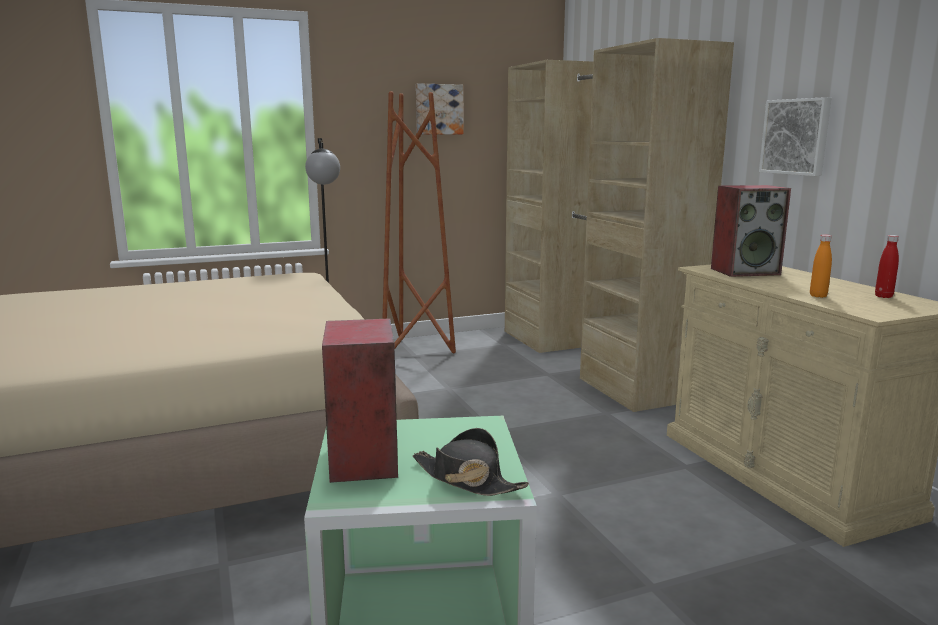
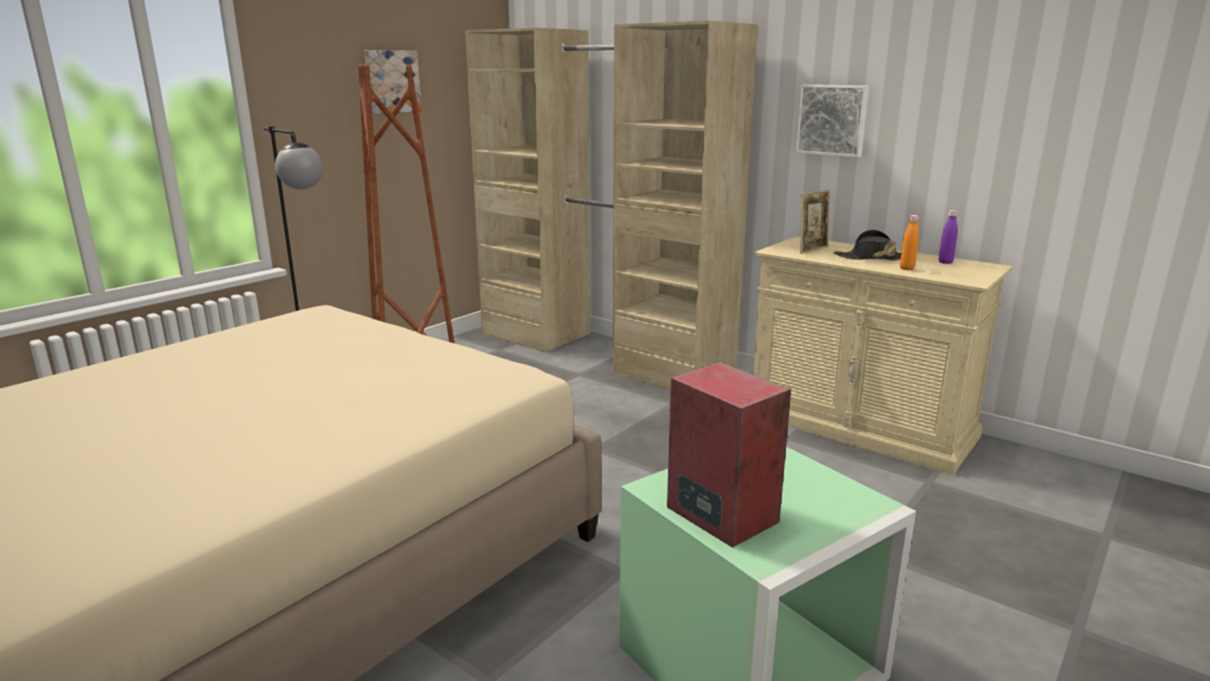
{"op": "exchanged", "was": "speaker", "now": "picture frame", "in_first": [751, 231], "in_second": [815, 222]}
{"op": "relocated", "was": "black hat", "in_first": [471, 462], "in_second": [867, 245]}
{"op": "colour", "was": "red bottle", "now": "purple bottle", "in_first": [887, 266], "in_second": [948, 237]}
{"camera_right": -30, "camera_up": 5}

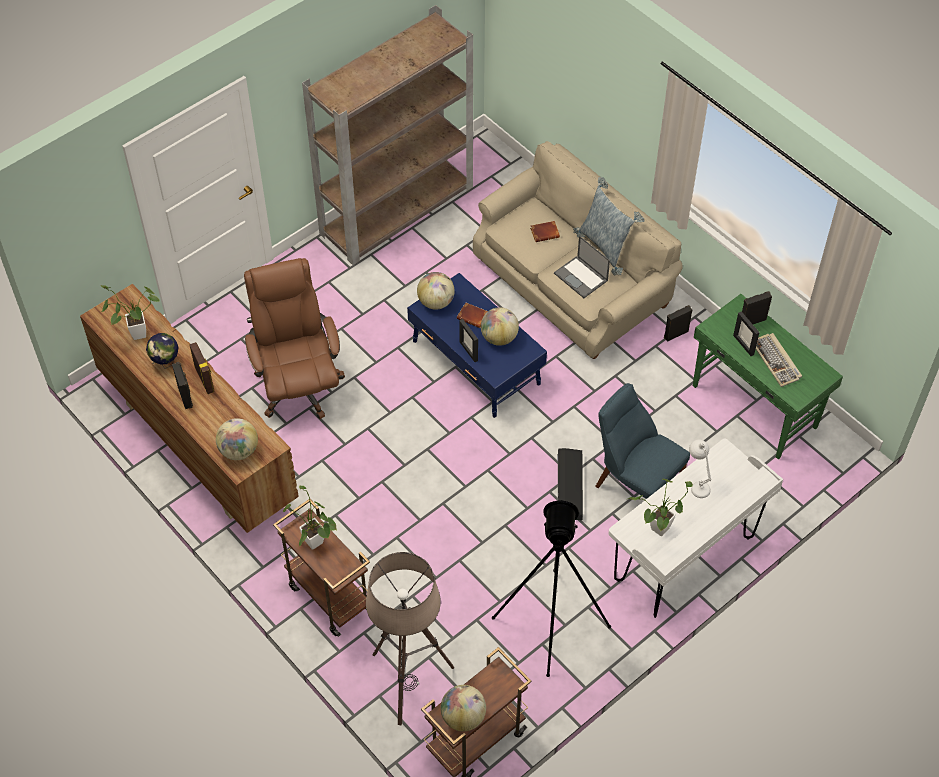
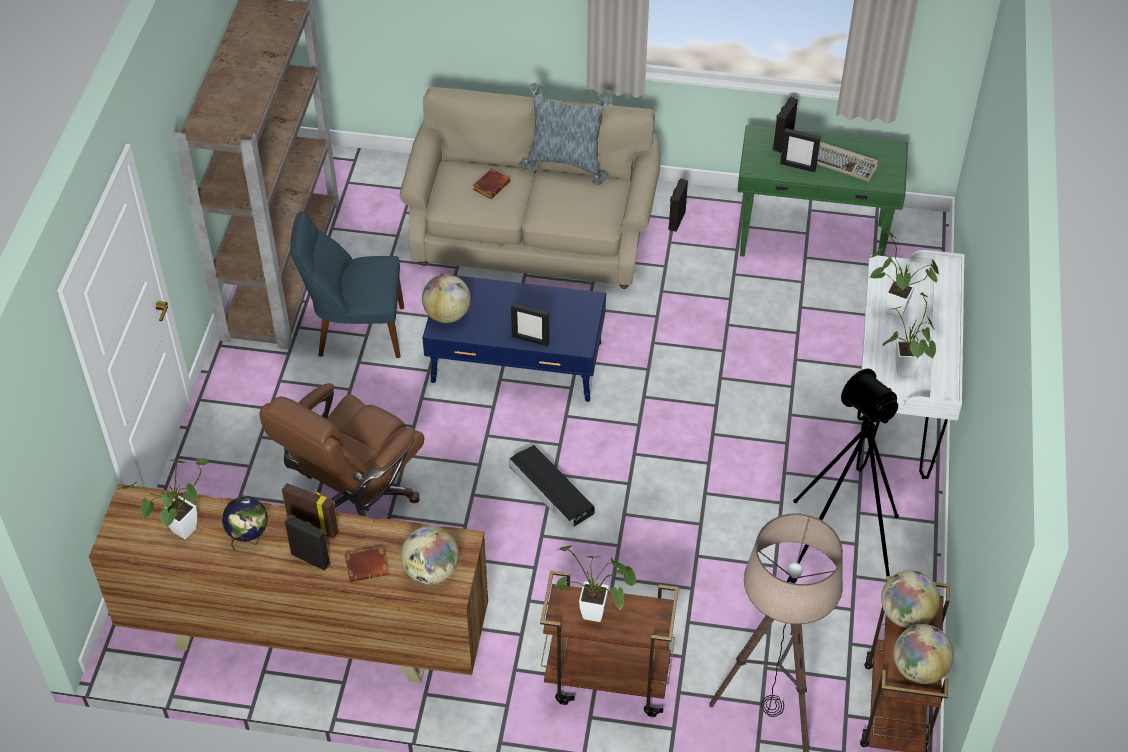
{"op": "spun", "was": "brown office chair", "in_first": [294, 338], "in_second": [342, 450], "clockwise": -90}
{"op": "relocated", "was": "blue chair", "in_first": [643, 441], "in_second": [347, 285]}
{"op": "relocated", "was": "brown book", "in_first": [472, 315], "in_second": [366, 564]}
{"op": "relocated", "was": "black storage box", "in_first": [570, 484], "in_second": [552, 486]}
{"op": "exchanged", "was": "white table lamp", "now": "potted plant", "in_first": [700, 469], "in_second": [904, 274]}
{"op": "relocated", "was": "globe", "in_first": [500, 326], "in_second": [910, 599]}
{"op": "missing", "was": "laptop", "in_first": [582, 267]}
{"camera_right": -40, "camera_up": -5}

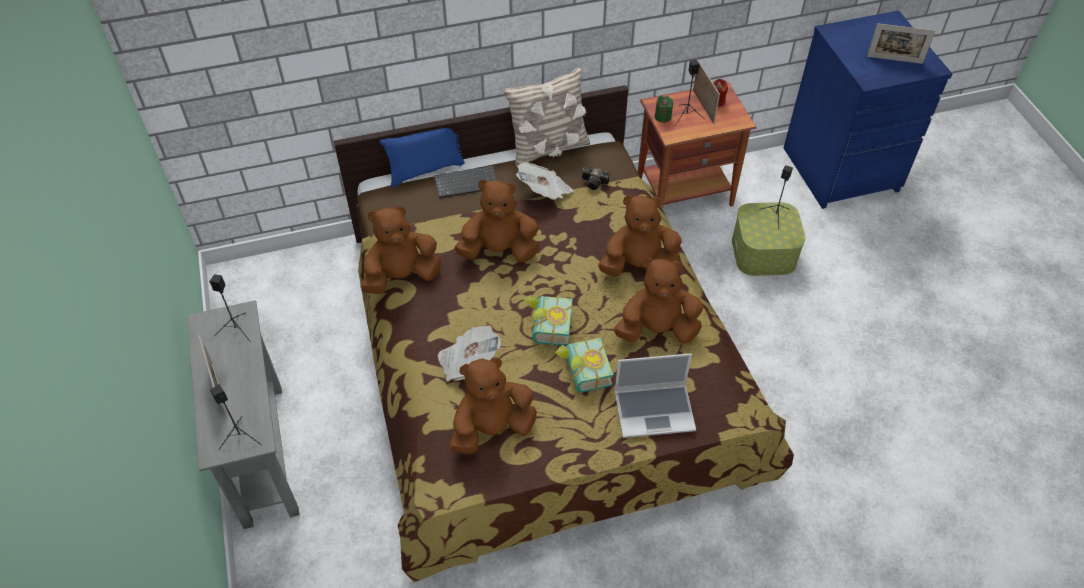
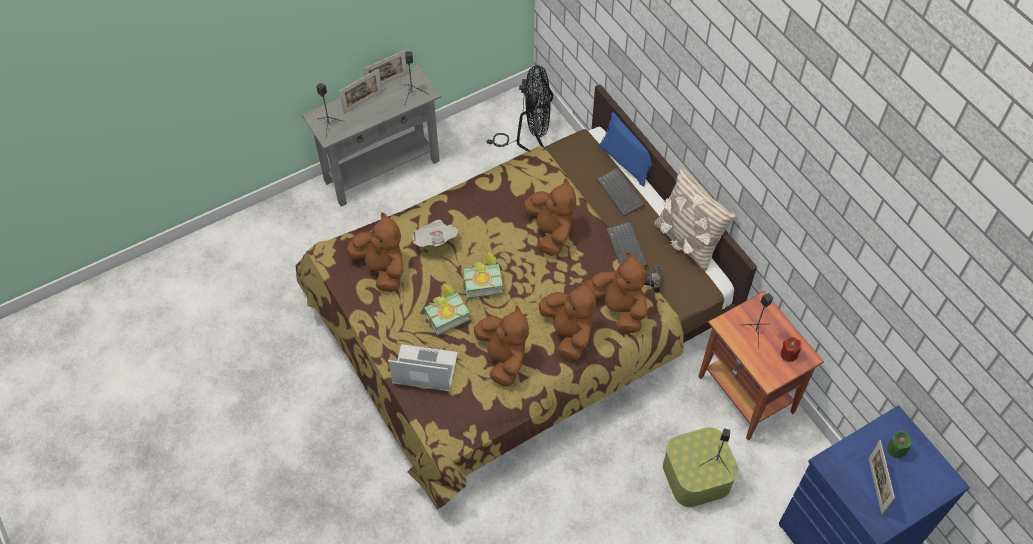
{"op": "relocated", "was": "picture frame", "in_first": [706, 92], "in_second": [385, 68]}
{"op": "spun", "was": "laptop", "in_first": [655, 395], "in_second": [423, 367], "clockwise": 120}
{"op": "appeared", "now": "black fan", "in_second": [519, 108]}
{"op": "relocated", "was": "brown plush toy", "in_first": [400, 249], "in_second": [617, 293]}
{"op": "exchanged", "was": "newspaper", "now": "keyboard", "in_first": [545, 181], "in_second": [627, 244]}
{"op": "relocated", "was": "green candle", "in_first": [664, 109], "in_second": [899, 444]}
{"camera_right": 75, "camera_up": 5}

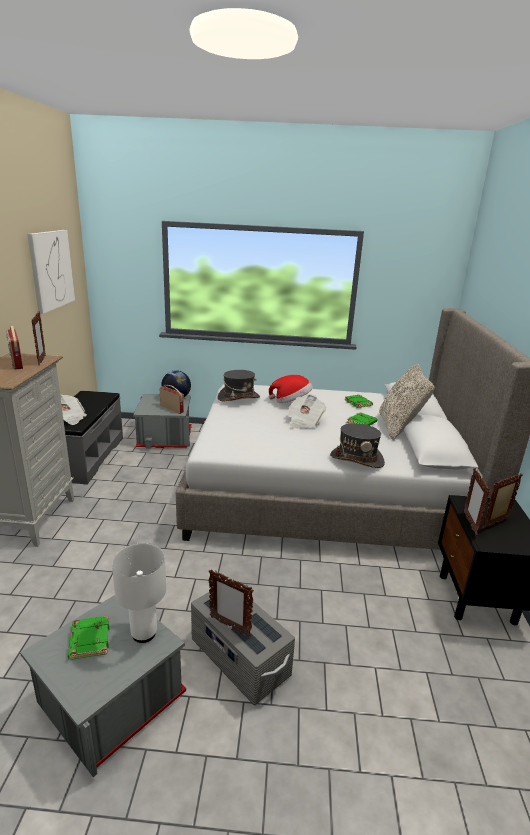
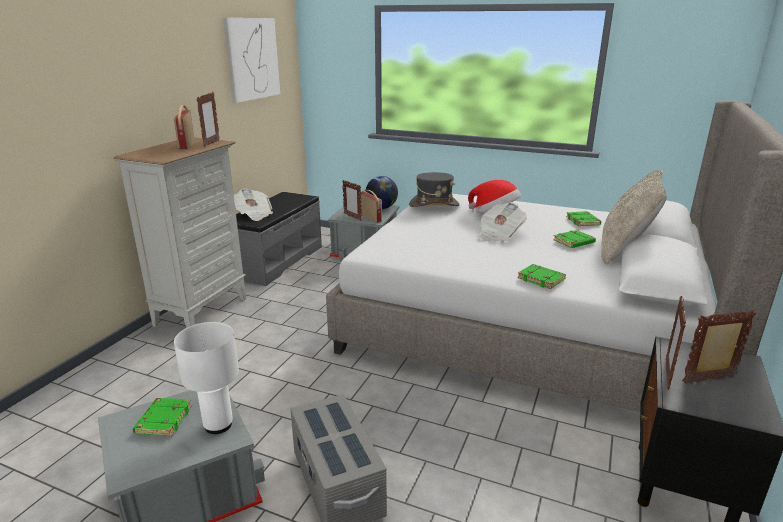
{"op": "relocated", "was": "picture frame", "in_first": [231, 603], "in_second": [352, 200]}
{"op": "exchanged", "was": "grey hat", "now": "green book", "in_first": [357, 445], "in_second": [541, 276]}
{"camera_right": 20, "camera_up": 0}

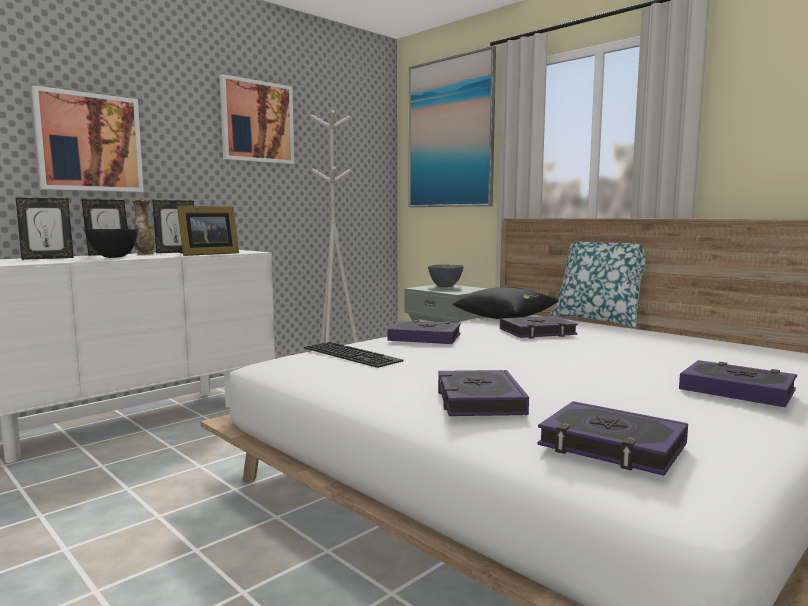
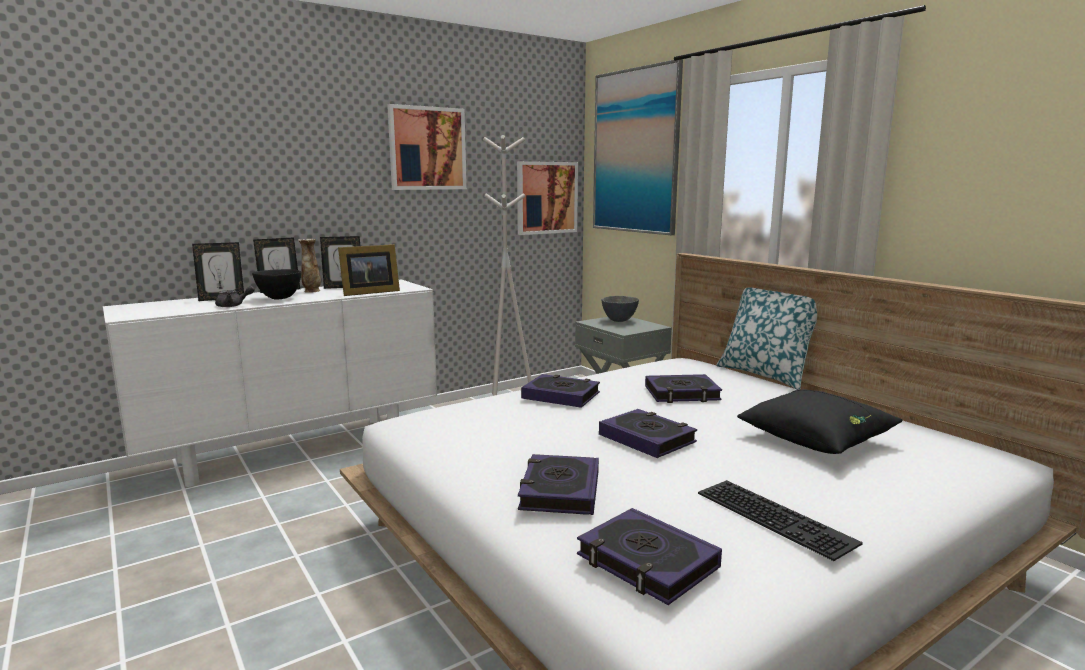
{"op": "appeared", "now": "grey teapot", "in_second": [235, 296]}
{"op": "relocated", "was": "picture", "in_first": [87, 138], "in_second": [547, 198]}
{"op": "relocated", "was": "book", "in_first": [738, 383], "in_second": [648, 433]}
{"op": "relocated", "was": "keyboard", "in_first": [354, 355], "in_second": [780, 520]}
{"op": "relocated", "was": "black pillow", "in_first": [506, 303], "in_second": [819, 421]}
{"camera_right": 10, "camera_up": 5}

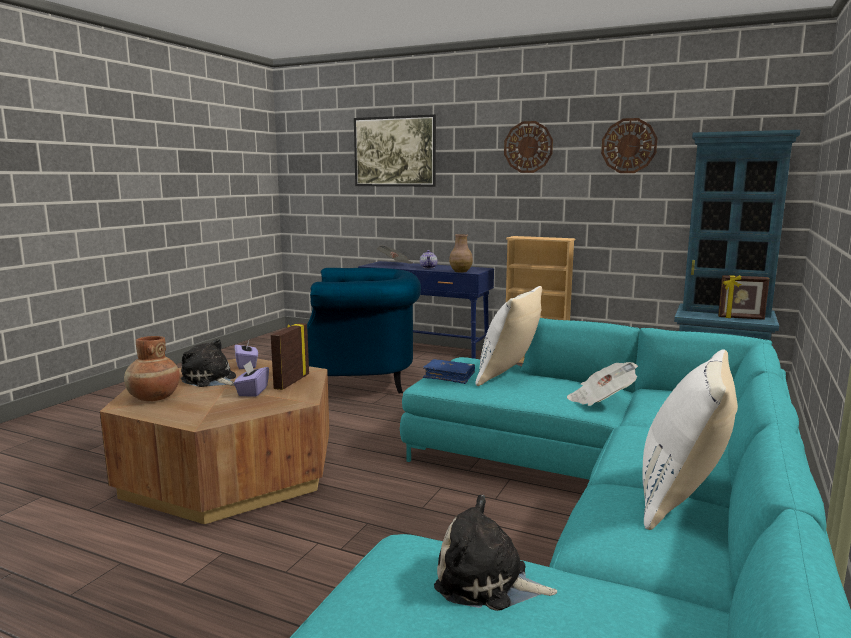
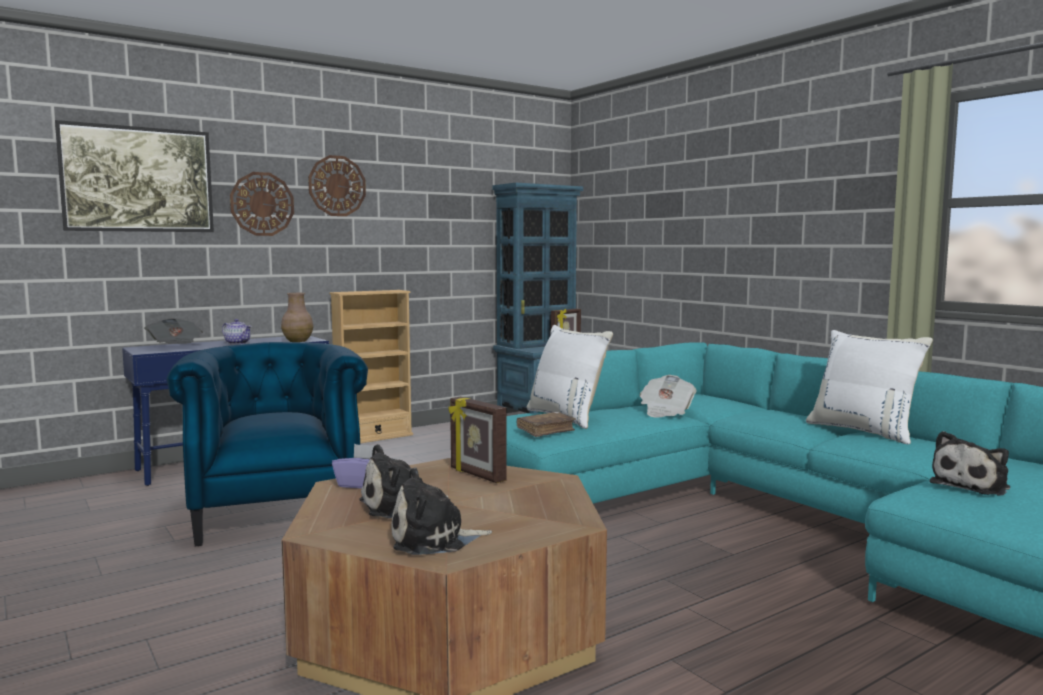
{"op": "spun", "was": "blue armchair", "in_first": [364, 330], "in_second": [267, 444], "clockwise": -45}
{"op": "relocated", "was": "wall clock", "in_first": [629, 145], "in_second": [262, 204]}
{"op": "exchanged", "was": "brown vase", "now": "plush toy", "in_first": [152, 368], "in_second": [441, 511]}
{"op": "colour", "was": "blue book", "now": "brown book", "in_first": [449, 371], "in_second": [546, 424]}
{"op": "missing", "was": "purple tissue box", "in_first": [251, 379]}
{"camera_right": -60, "camera_up": -5}

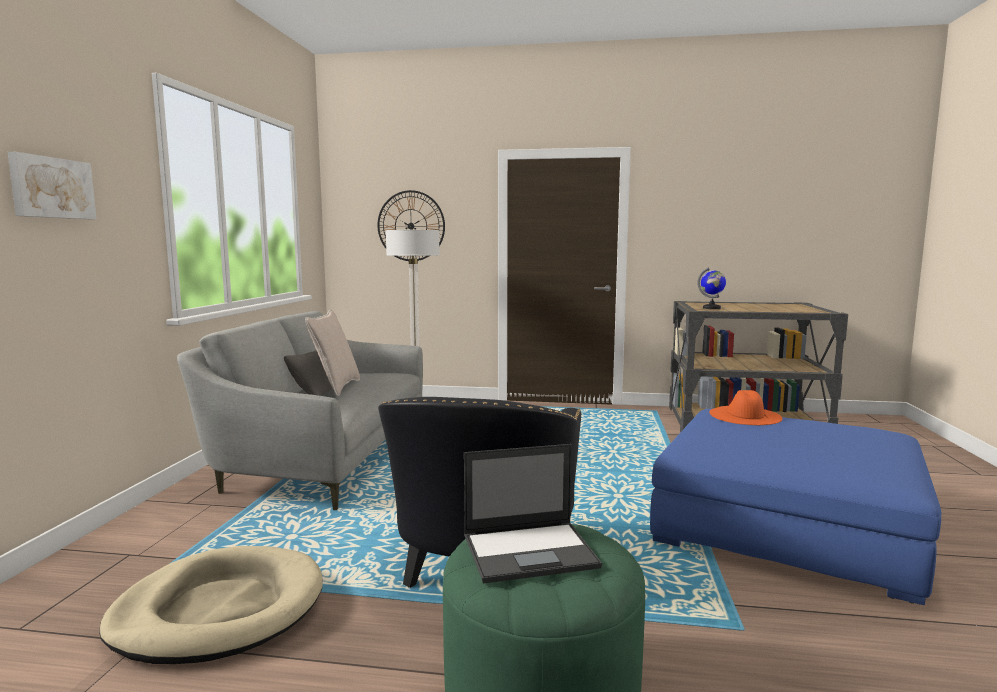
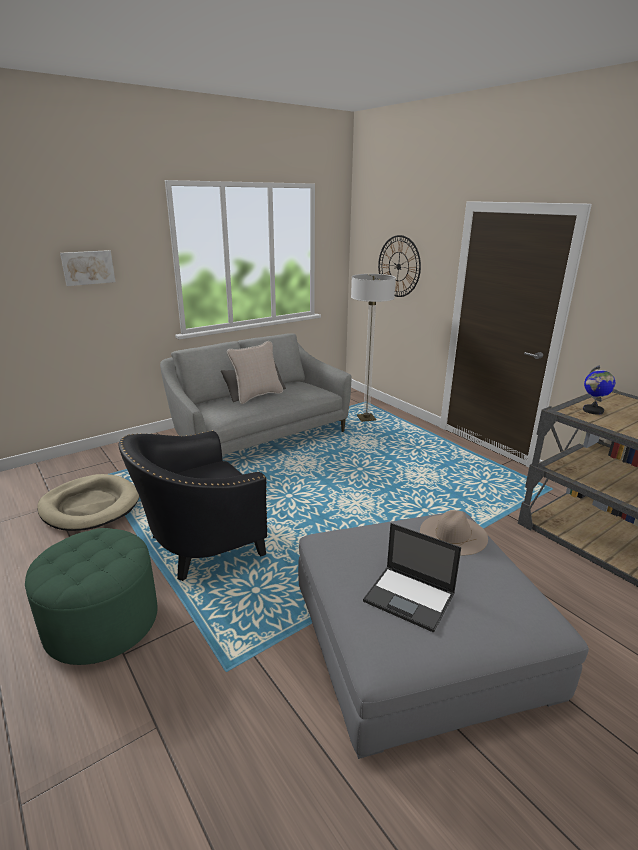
{"op": "colour", "was": "blue ottoman", "now": "grey ottoman", "in_first": [795, 506], "in_second": [443, 635]}
{"op": "relocated", "was": "laptop", "in_first": [533, 514], "in_second": [412, 578]}
{"op": "colour", "was": "orange hat", "now": "beige hat", "in_first": [745, 407], "in_second": [454, 533]}
{"camera_right": 45, "camera_up": 15}

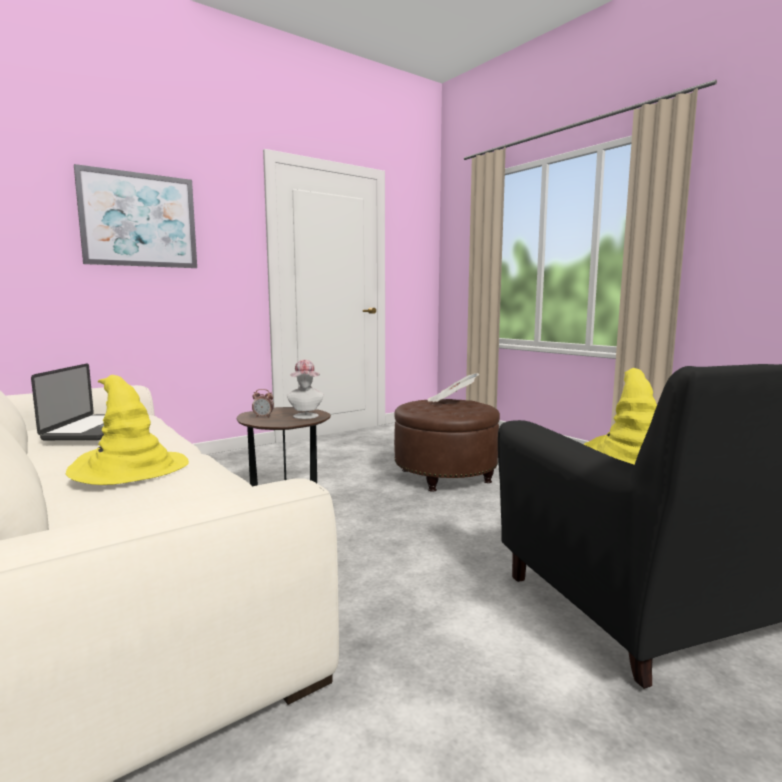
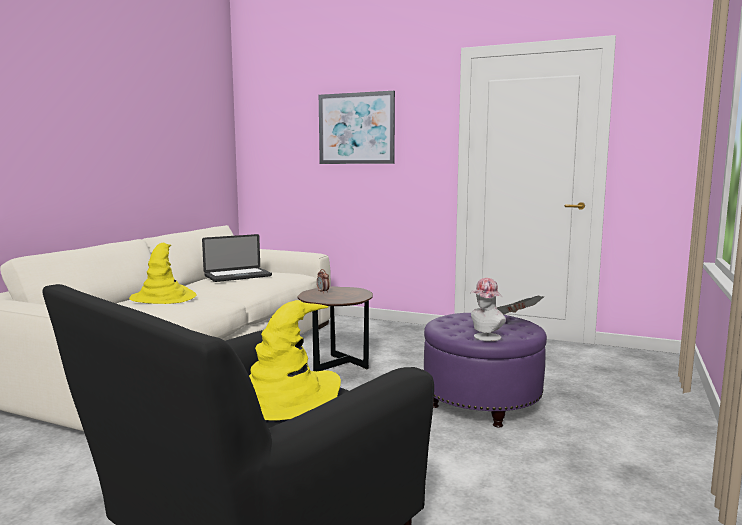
{"op": "colour", "was": "brown ottoman", "now": "purple ottoman", "in_first": [447, 445], "in_second": [485, 370]}
{"op": "relocated", "was": "hat", "in_first": [305, 389], "in_second": [488, 309]}
{"camera_right": 60, "camera_up": 0}

